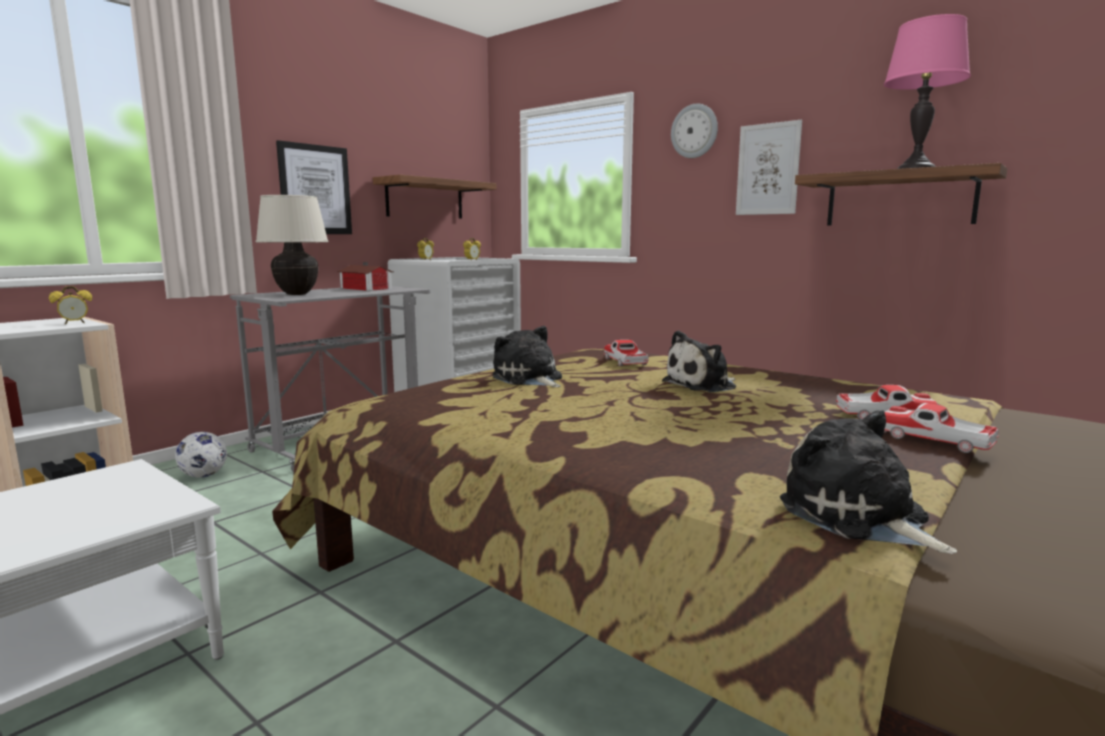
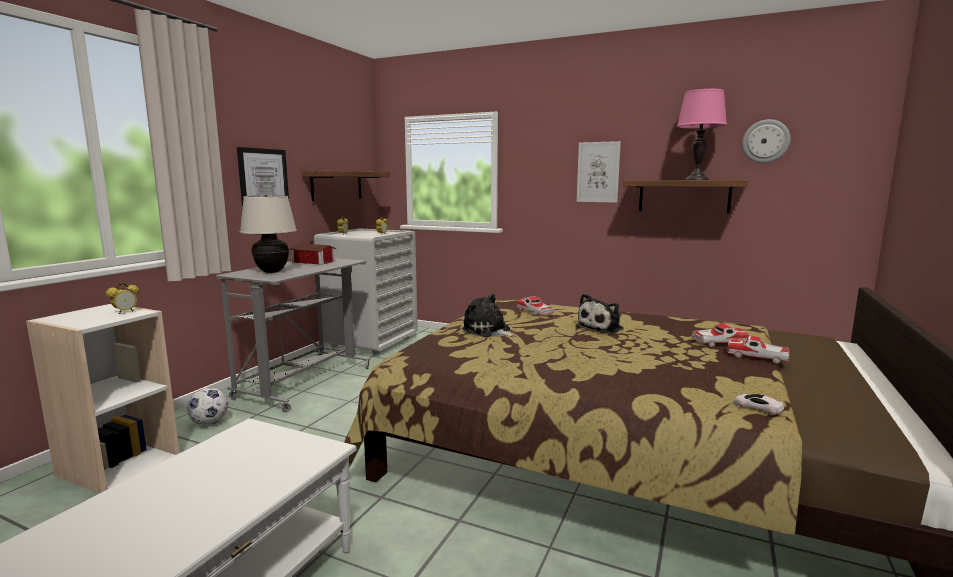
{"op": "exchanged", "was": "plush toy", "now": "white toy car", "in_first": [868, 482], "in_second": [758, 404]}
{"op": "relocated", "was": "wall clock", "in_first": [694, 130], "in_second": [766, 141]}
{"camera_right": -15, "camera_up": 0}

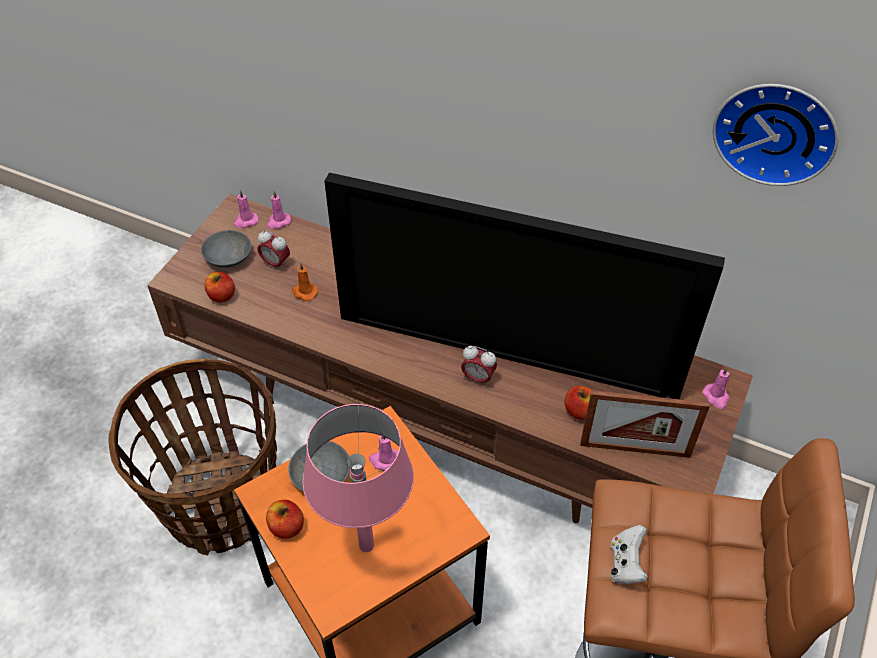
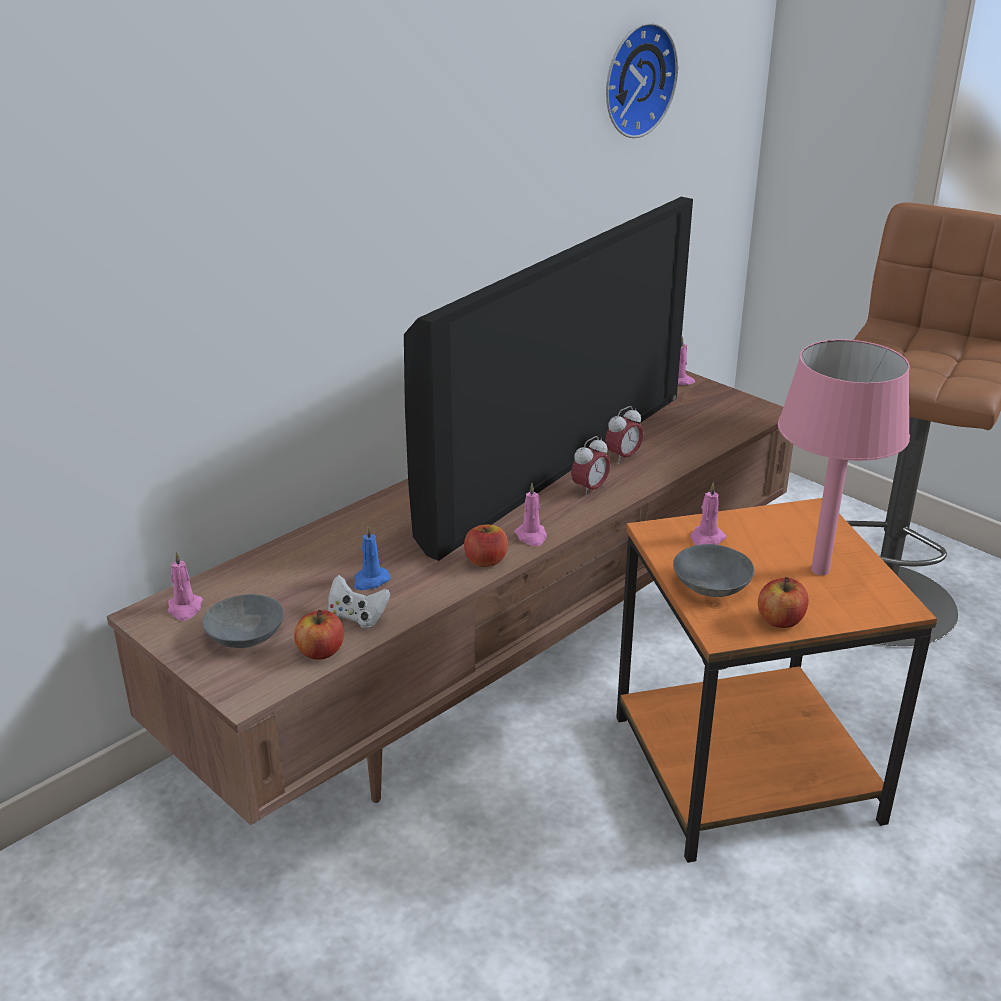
{"op": "relocated", "was": "white game controller", "in_first": [629, 554], "in_second": [359, 602]}
{"op": "colour", "was": "orange candle", "now": "blue candle", "in_first": [305, 281], "in_second": [372, 557]}
{"op": "relocated", "was": "apple", "in_first": [578, 403], "in_second": [486, 546]}
{"op": "relocated", "was": "pink candle", "in_first": [279, 210], "in_second": [530, 514]}
{"op": "relocated", "was": "alarm clock", "in_first": [274, 250], "in_second": [624, 435]}
{"op": "missing", "was": "basket", "in_first": [192, 457]}
{"op": "missing", "was": "picture frame", "in_first": [645, 424]}
{"camera_right": -70, "camera_up": -20}

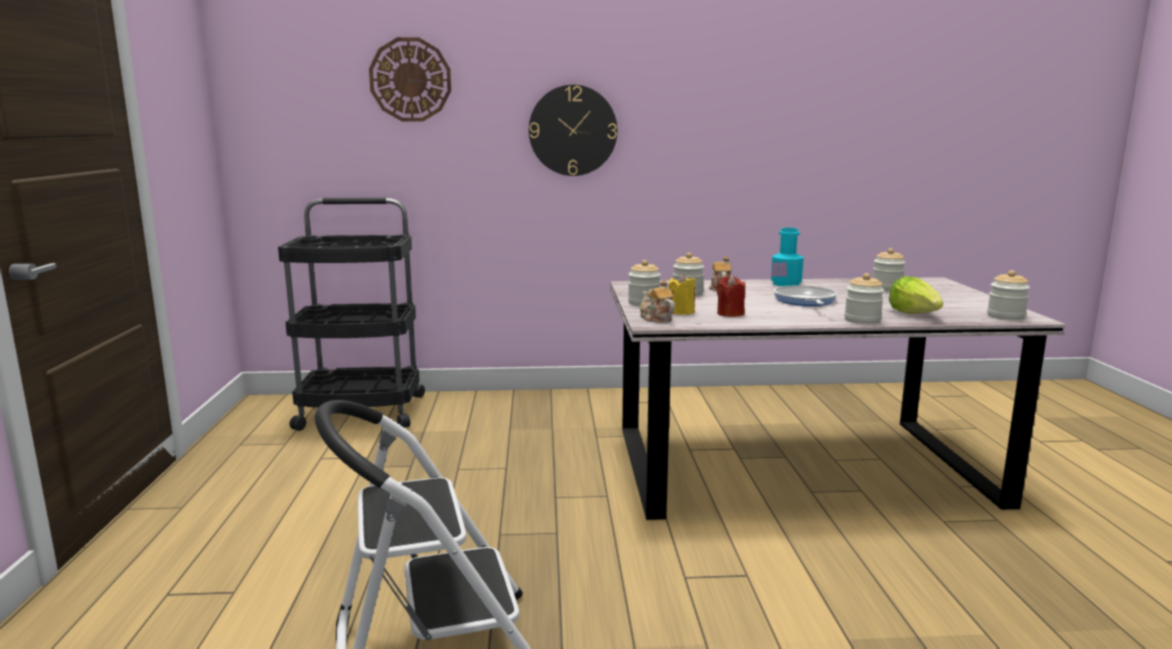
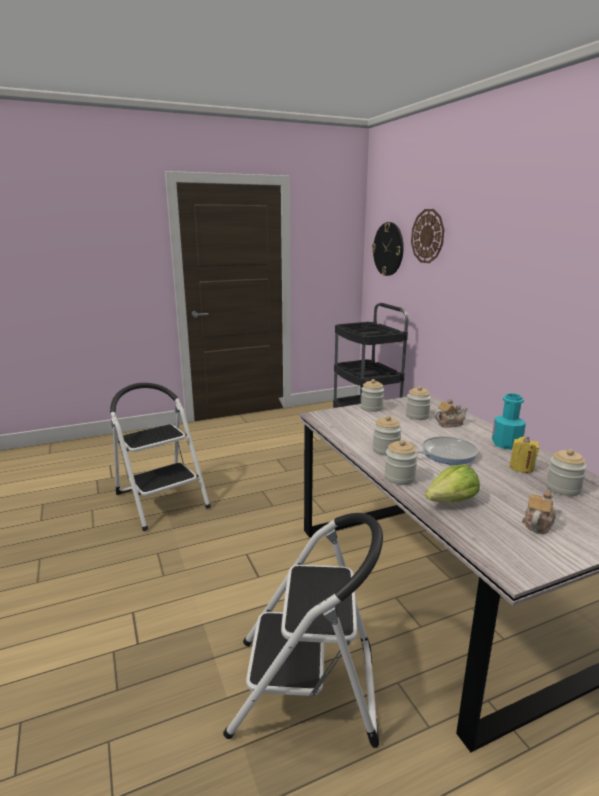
{"op": "appeared", "now": "step ladder", "in_second": [303, 630]}
{"op": "relocated", "was": "wall clock", "in_first": [573, 130], "in_second": [388, 249]}
{"op": "relocated", "was": "jar", "in_first": [1008, 295], "in_second": [387, 435]}
{"op": "relocated", "was": "yellow candle", "in_first": [682, 294], "in_second": [524, 455]}
{"op": "relocated", "was": "teapot", "in_first": [657, 301], "in_second": [539, 512]}
{"op": "missing", "was": "red candle", "in_first": [731, 296]}
{"camera_right": 70, "camera_up": 5}

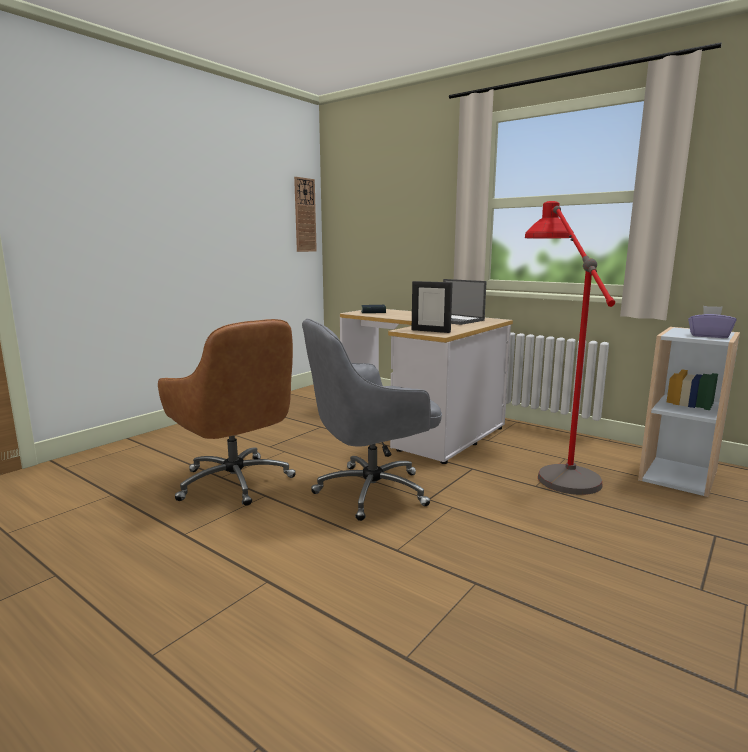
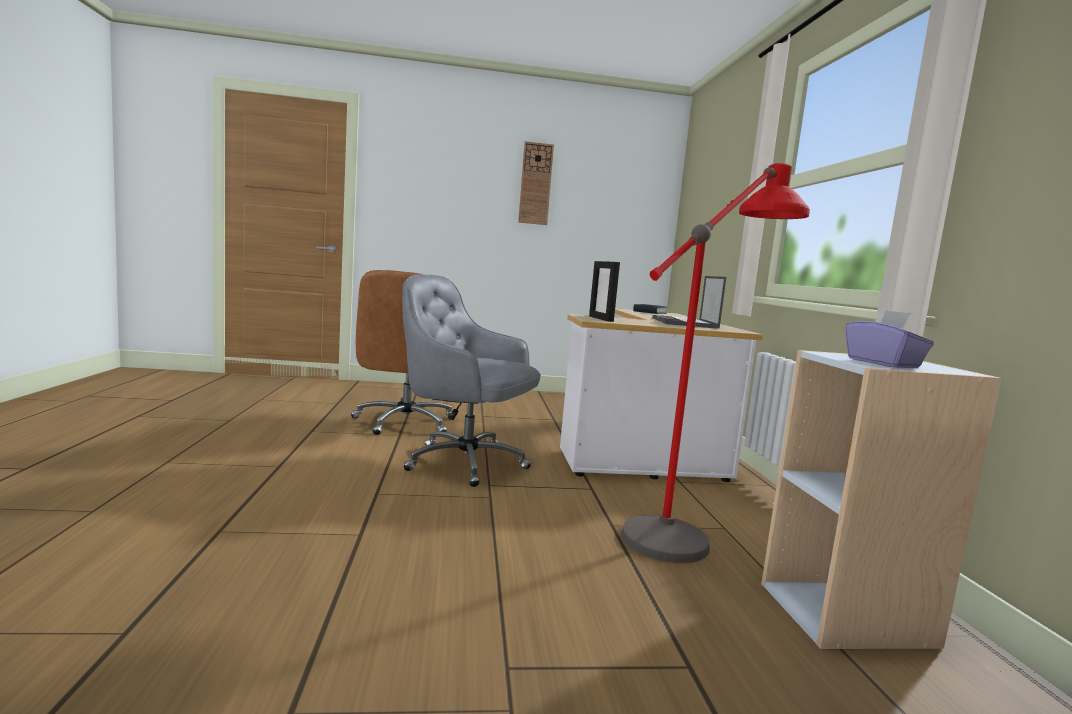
{"op": "relocated", "was": "wall clock", "in_first": [305, 214], "in_second": [536, 183]}
{"camera_right": 45, "camera_up": -5}

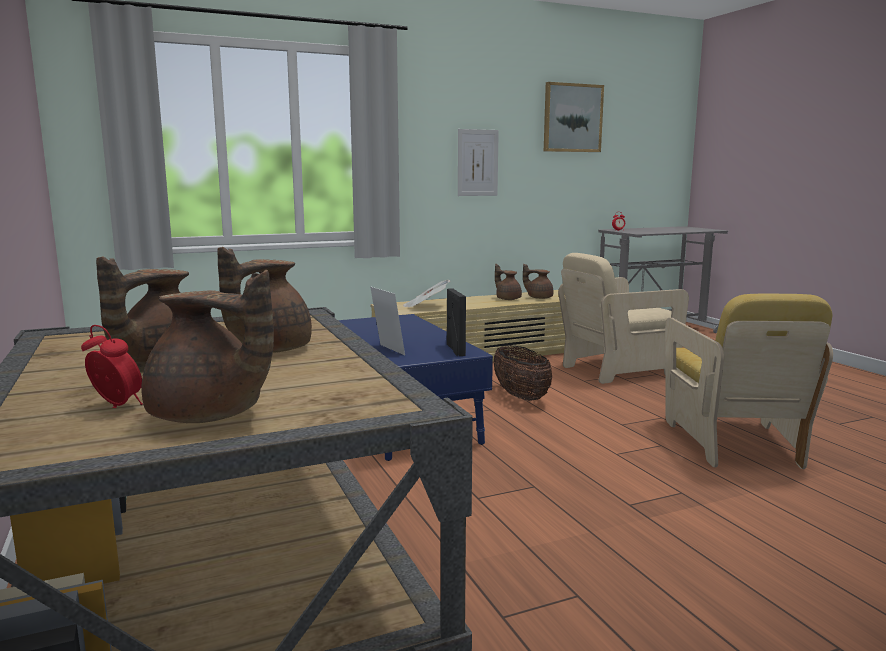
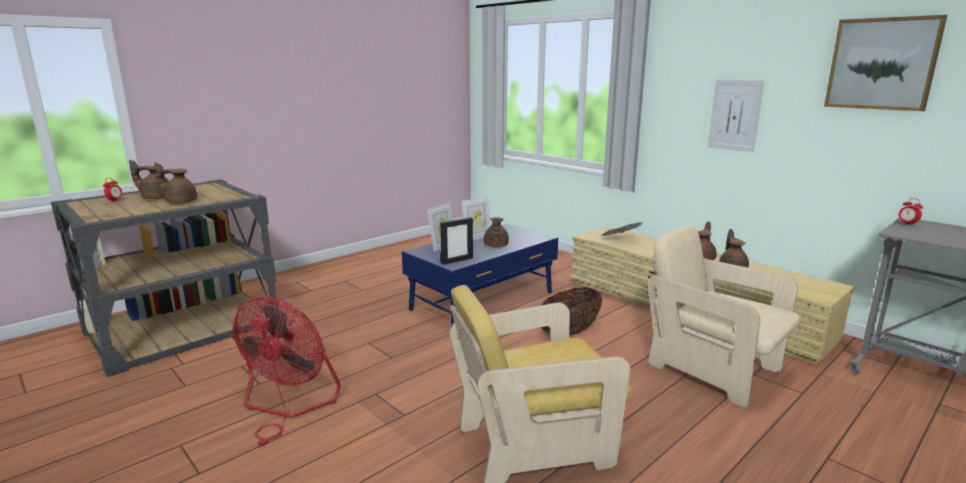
{"op": "appeared", "now": "red fan", "in_second": [286, 372]}
{"op": "appeared", "now": "picture frame", "in_second": [476, 218]}
{"op": "relocated", "was": "brown teapot", "in_first": [208, 346], "in_second": [496, 232]}
{"camera_right": 70, "camera_up": 5}

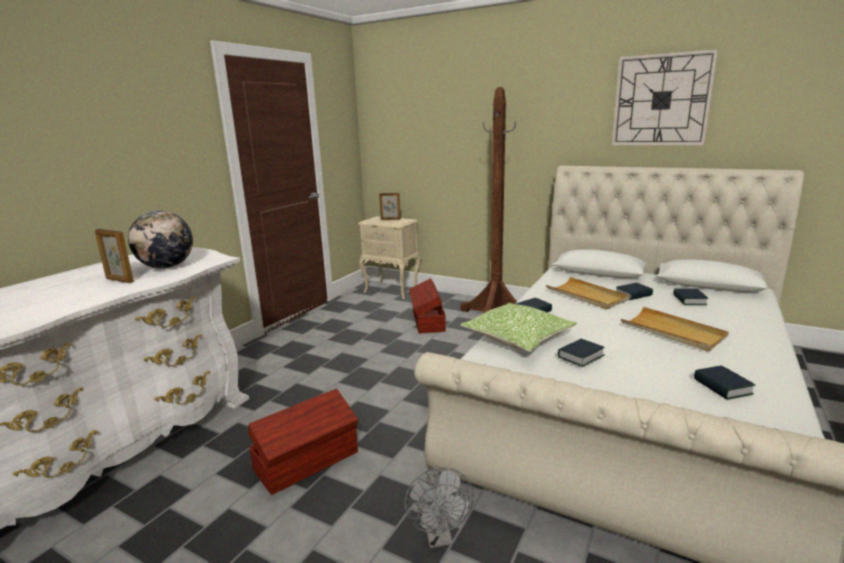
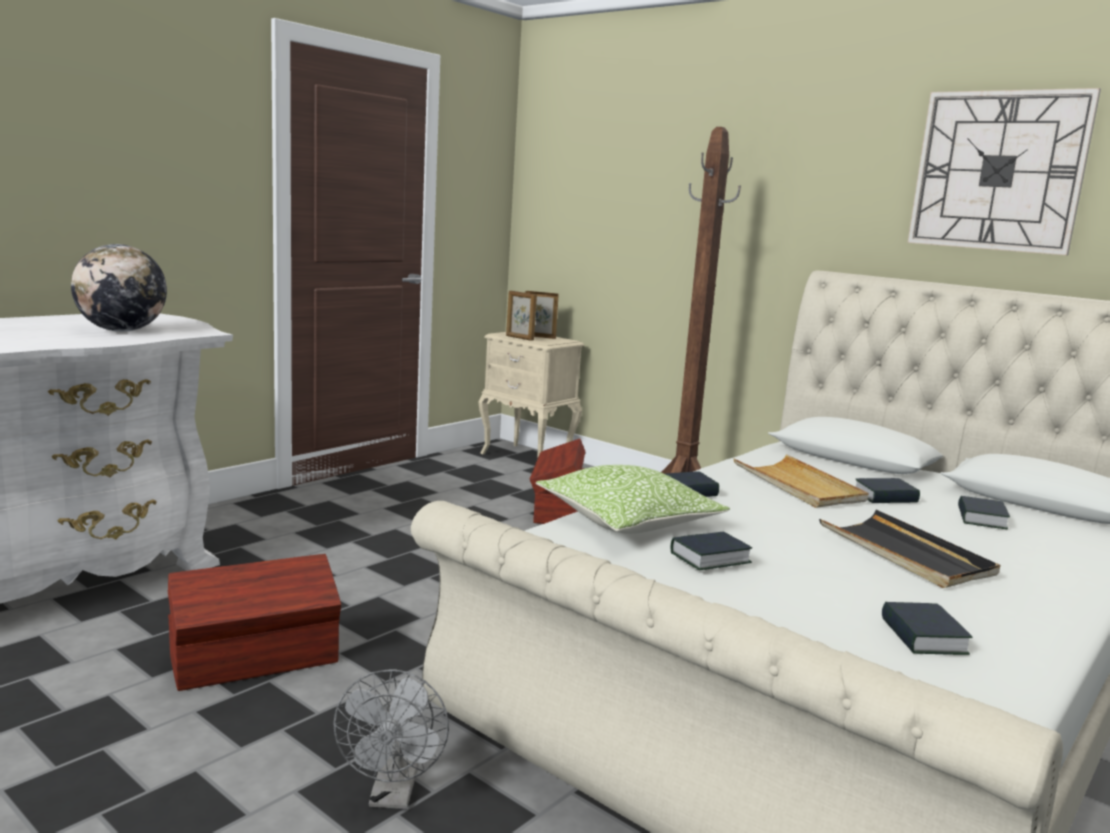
{"op": "relocated", "was": "picture frame", "in_first": [114, 256], "in_second": [521, 316]}
{"op": "colour", "was": "beige tray", "now": "black tray", "in_first": [675, 329], "in_second": [909, 549]}
{"camera_right": 10, "camera_up": -5}

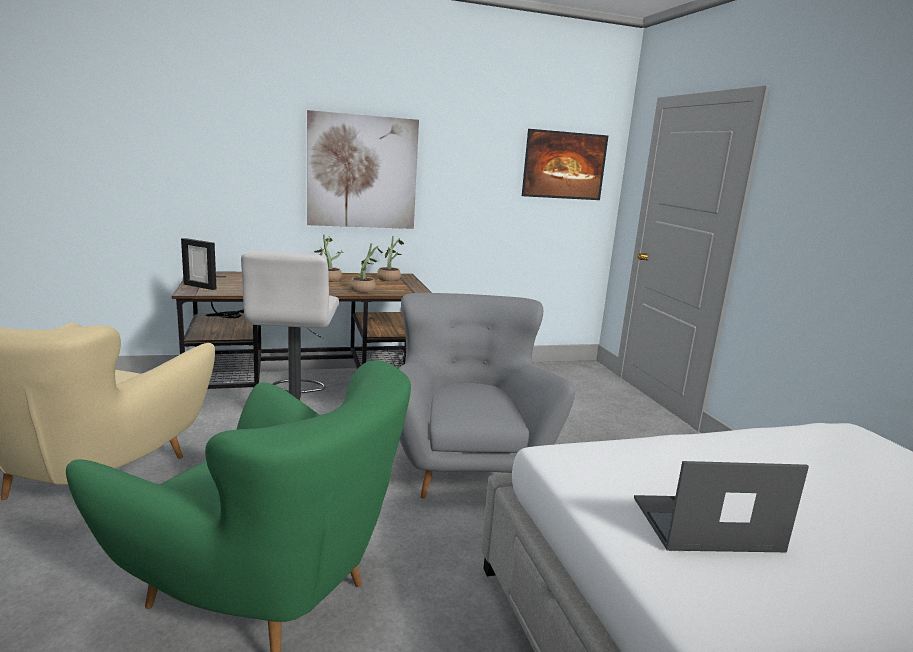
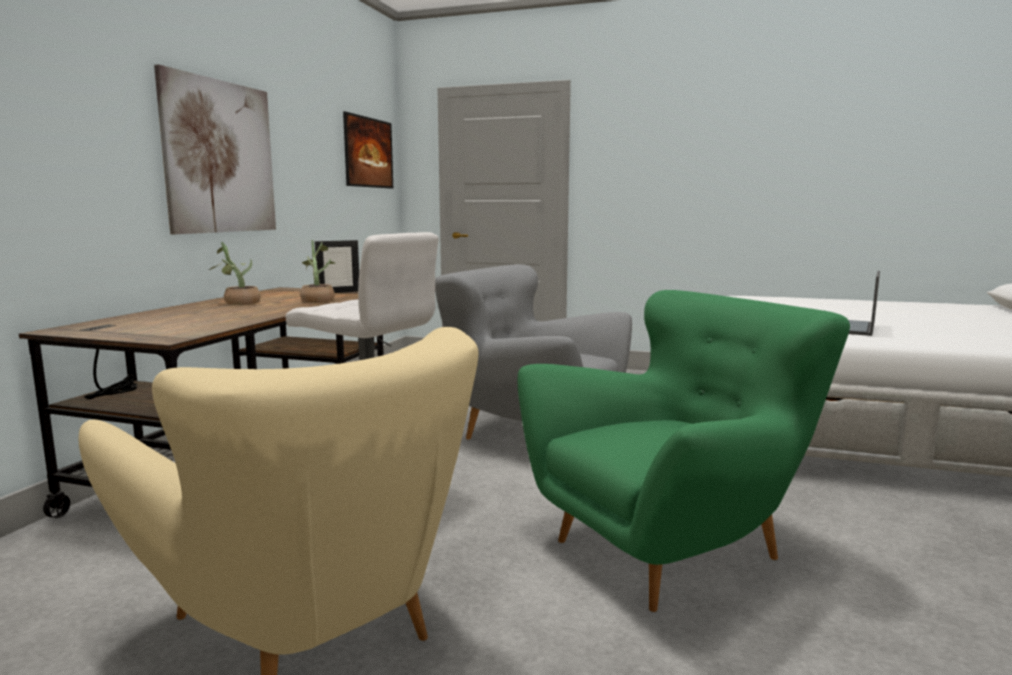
{"op": "relocated", "was": "picture frame", "in_first": [199, 264], "in_second": [337, 266]}
{"op": "missing", "was": "potted plant", "in_first": [390, 259]}
{"camera_right": -55, "camera_up": -5}

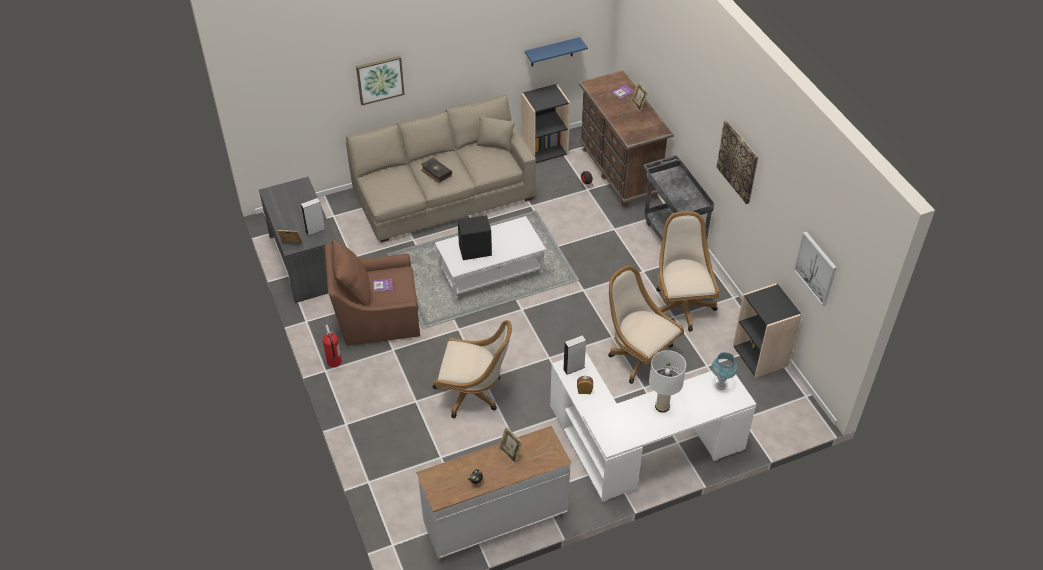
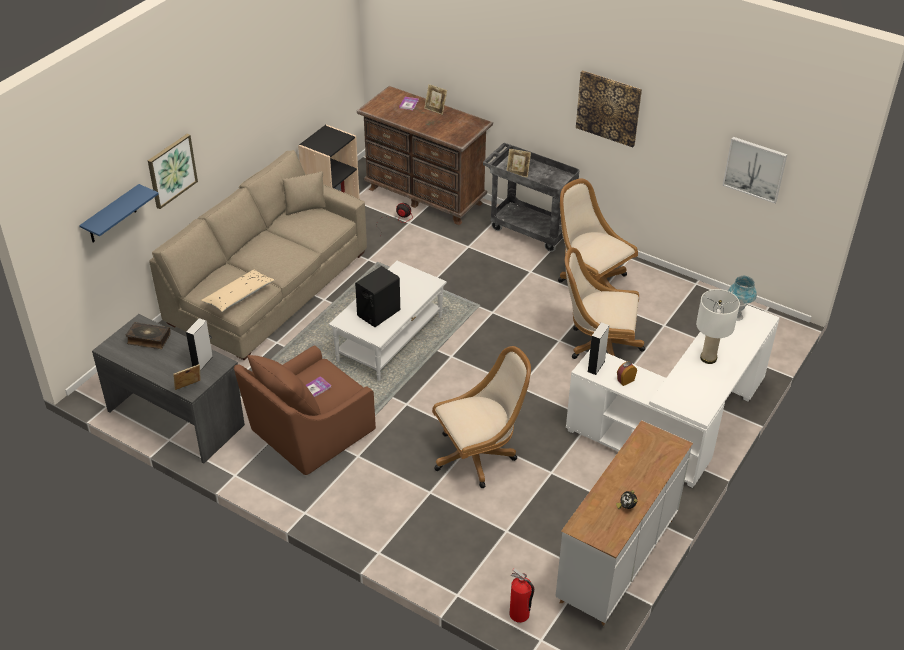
{"op": "relocated", "was": "blue shelf", "in_first": [556, 51], "in_second": [119, 213]}
{"op": "relocated", "was": "book", "in_first": [436, 170], "in_second": [148, 335]}
{"op": "appeared", "now": "beige pillow", "in_second": [238, 291]}
{"op": "relocated", "was": "picture frame", "in_first": [510, 445], "in_second": [519, 163]}
{"op": "relocated", "was": "fire extinguisher", "in_first": [332, 345], "in_second": [522, 595]}
{"op": "missing", "was": "black bookcase", "in_first": [767, 330]}
{"camera_right": -35, "camera_up": -5}

